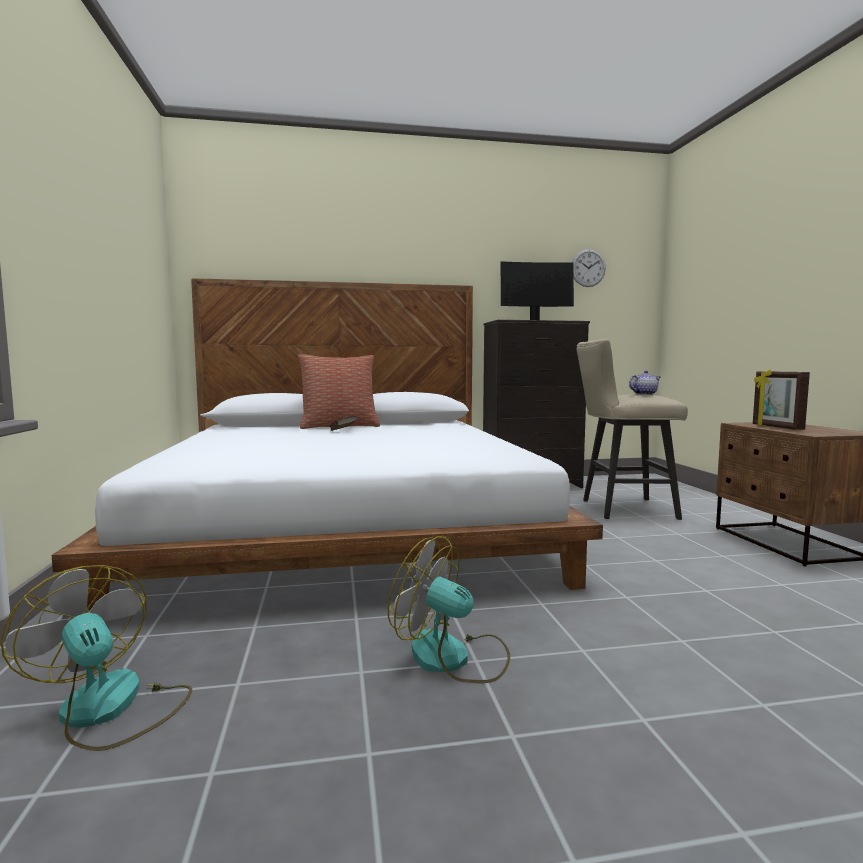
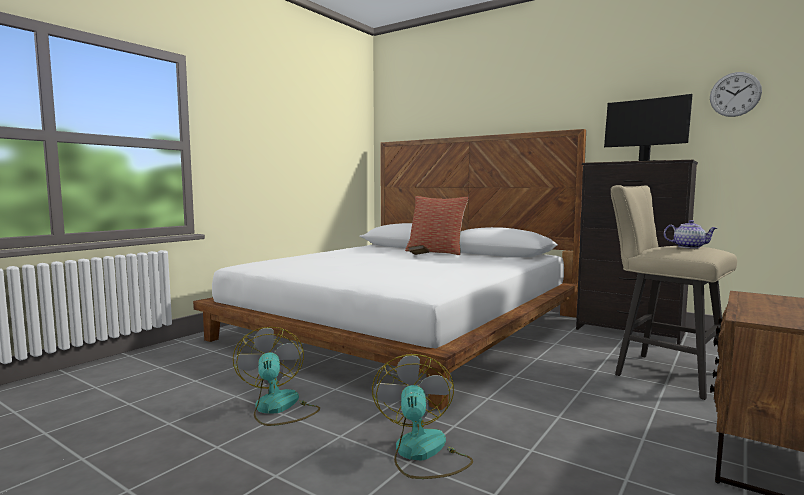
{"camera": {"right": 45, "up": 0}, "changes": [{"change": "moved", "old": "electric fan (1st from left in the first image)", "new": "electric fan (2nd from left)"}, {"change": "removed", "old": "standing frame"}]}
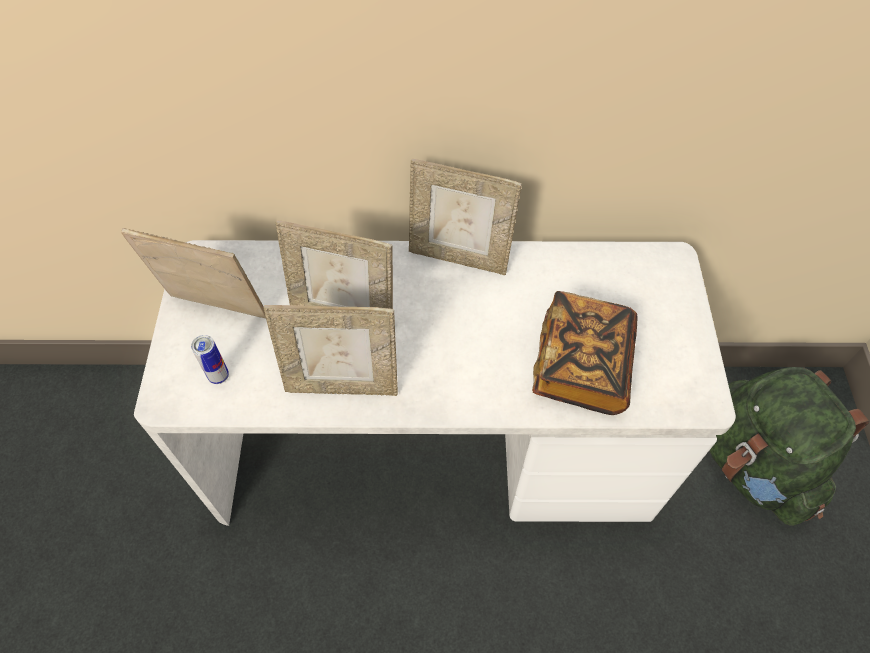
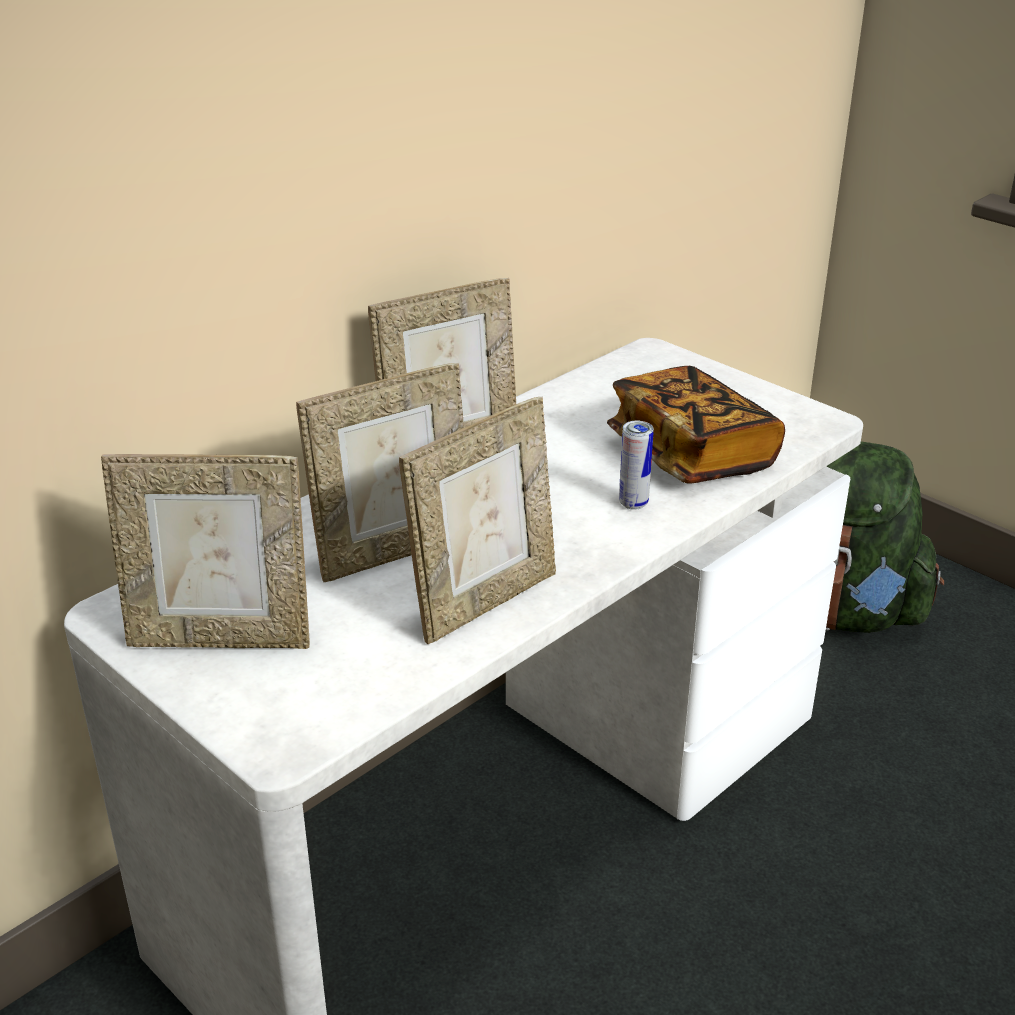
{"camera": {"right": -45, "up": -25}, "changes": [{"change": "turned", "old": "standing frame (1st from left)", "degrees": -150}, {"change": "moved", "old": "sealed can"}]}
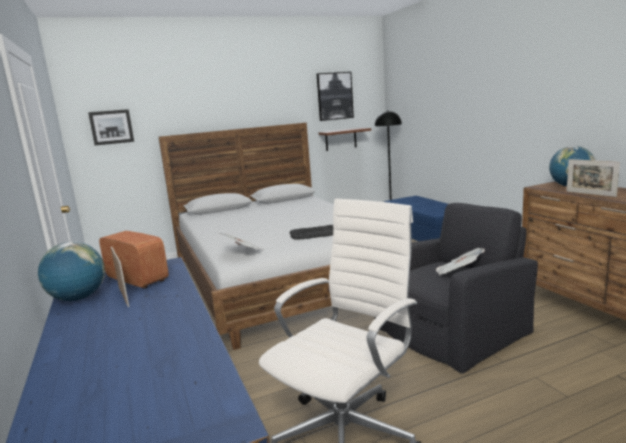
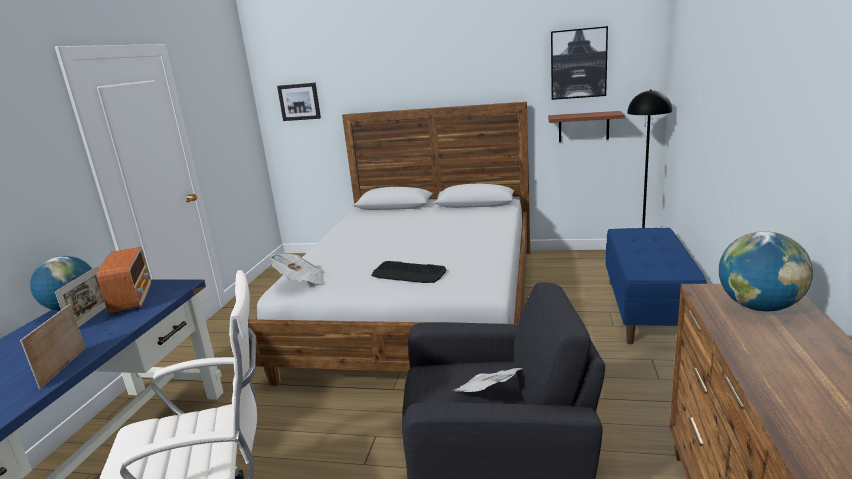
{"camera": {"right": 35, "up": 5}, "changes": [{"change": "moved", "old": "standing frame (2nd from left in the first image)", "new": "standing frame (1st from left)"}]}
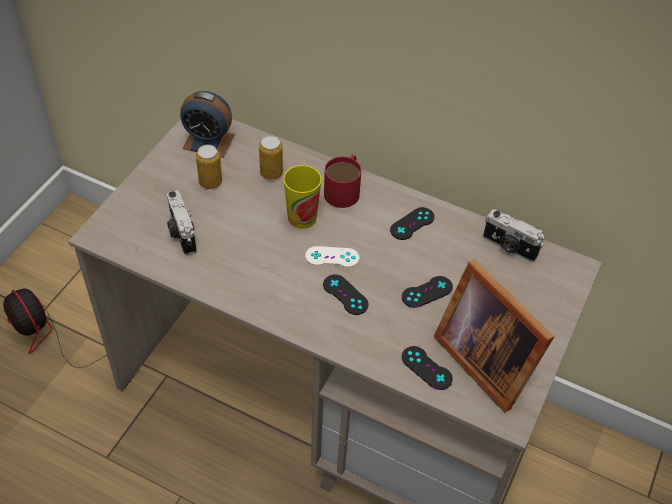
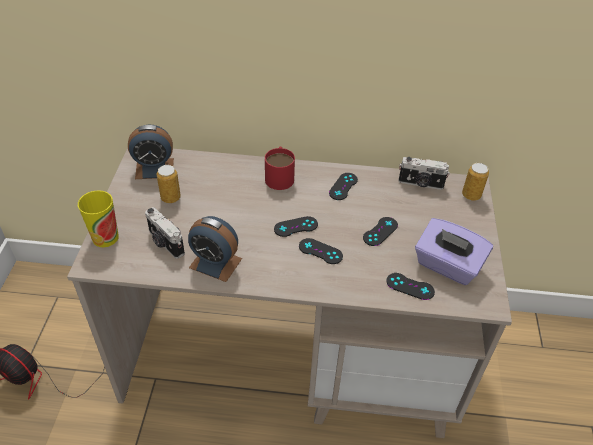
{"camera": {"right": -20, "up": -5}, "changes": [{"change": "moved", "old": "cup"}, {"change": "added", "new": "alarm clock (2nd from left)"}, {"change": "recoloured", "old": "game controller (whitish)", "new": "game controller (blackish) (1st from left)"}, {"change": "replaced", "old": "standing frame", "new": "box of tissues (purple-coloured)"}, {"change": "moved", "old": "sealed can (2nd from left)"}]}
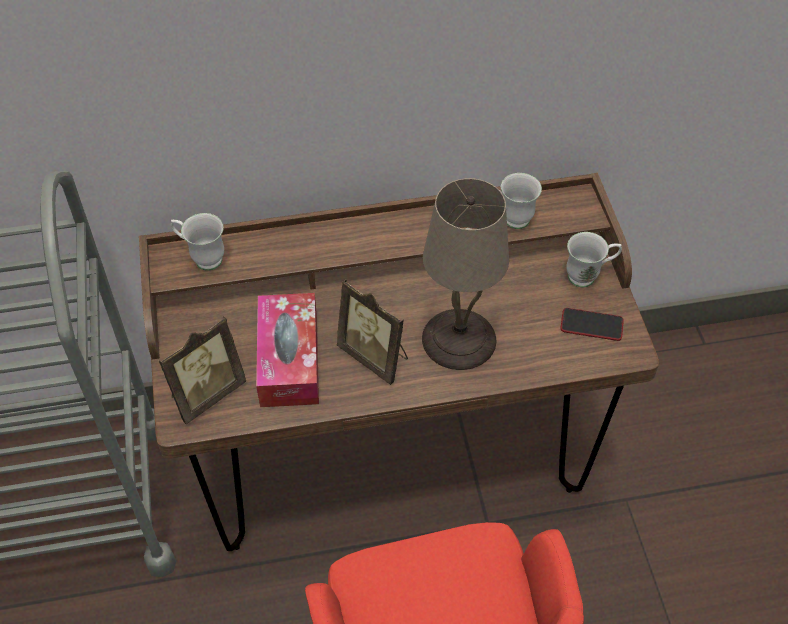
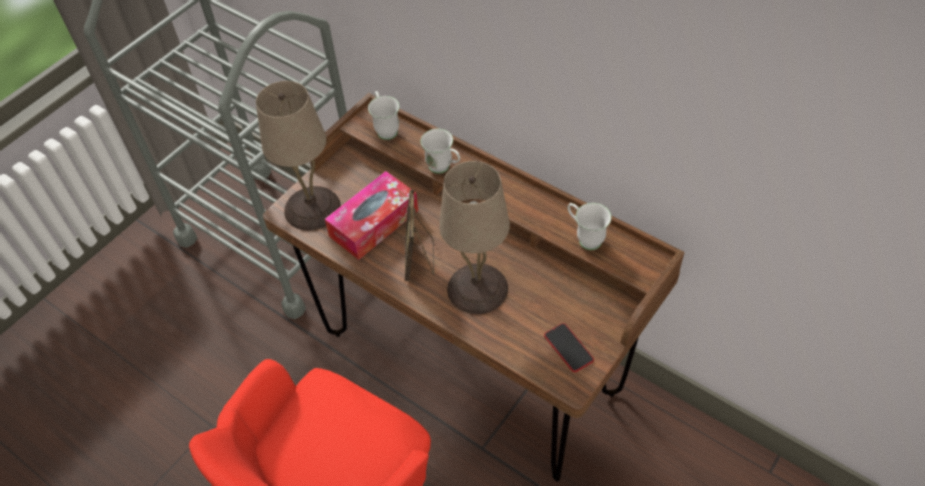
{"camera": {"right": 50, "up": 0}, "changes": [{"change": "replaced", "old": "standing frame (1st from left)", "new": "tabletop lamp (beige-coloured) (1st from left)"}, {"change": "moved", "old": "mug (whitish) (3rd from left in the first image)", "new": "mug (whitish) (2nd from left)"}]}
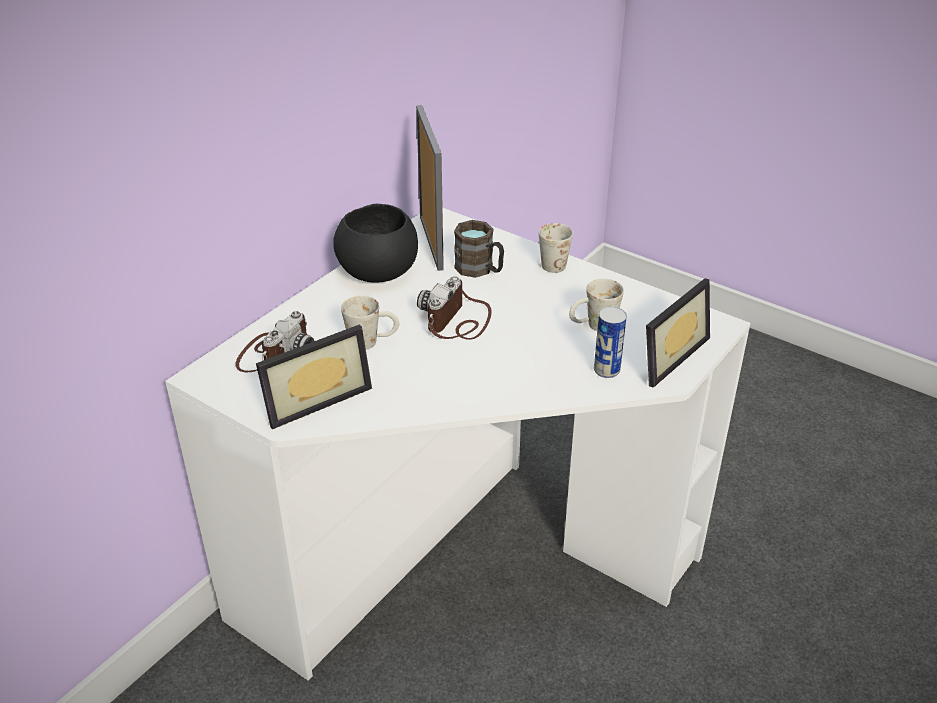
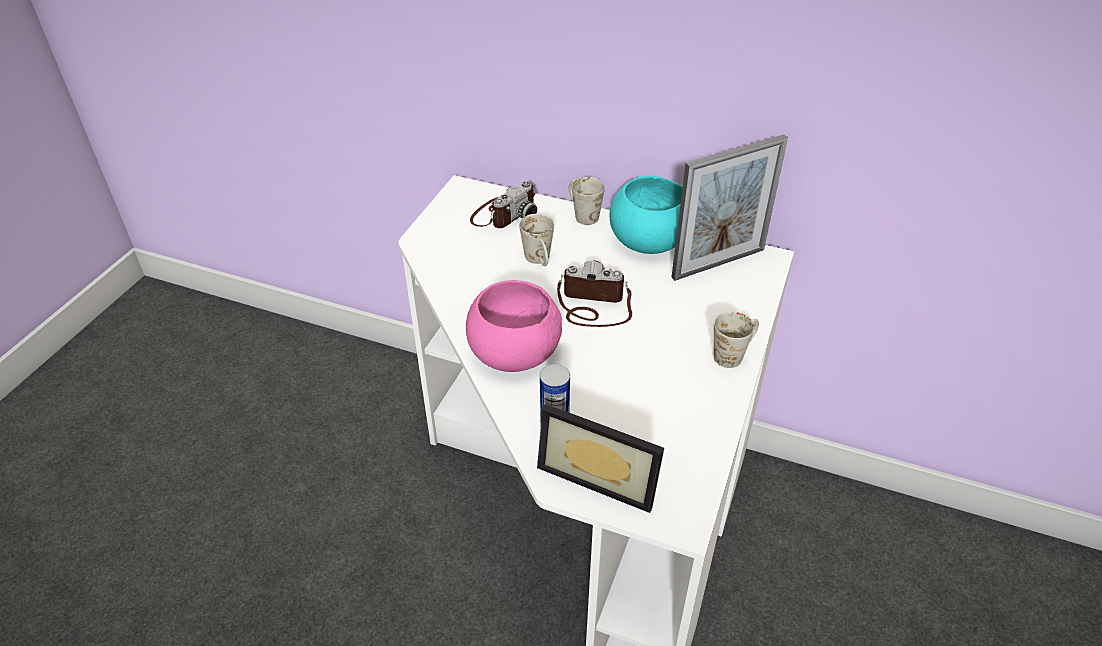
{"camera": {"right": 75, "up": 5}, "changes": [{"change": "added", "new": "deep dish (pinkish)"}, {"change": "turned", "old": "still camera (1st from left)", "degrees": -60}, {"change": "moved", "old": "mug (whitish) (3rd from left in the first image)", "new": "mug (whitish) (2nd from left)"}, {"change": "recoloured", "old": "deep dish (blackish)", "new": "deep dish (blue-green)"}, {"change": "removed", "old": "standing frame (1st from left)"}, {"change": "removed", "old": "mug (brownish)"}]}
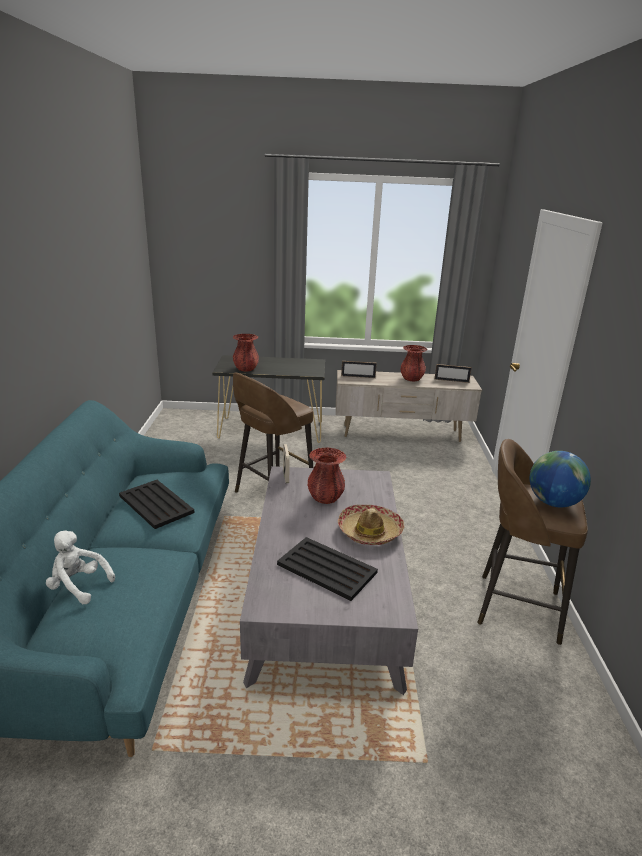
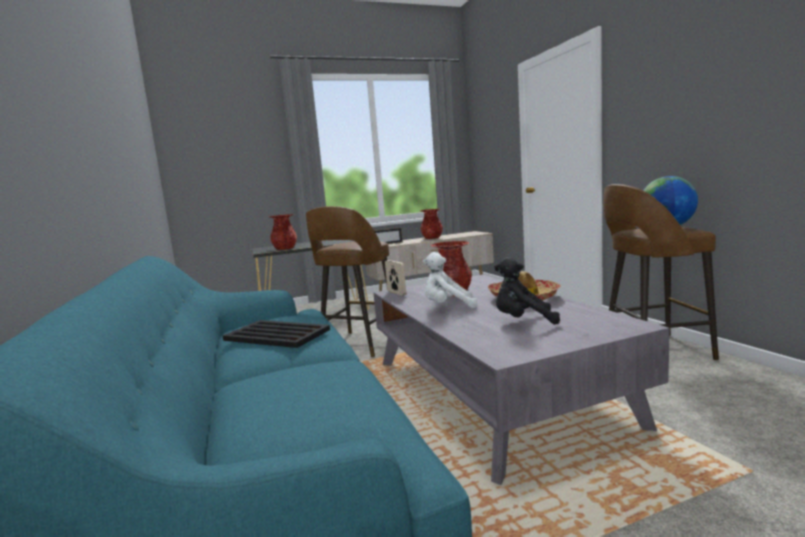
{"camera": {"right": -20, "up": -15}, "changes": [{"change": "moved", "old": "plush toy (whitish)"}, {"change": "replaced", "old": "carrying tray (blackish) (2nd from left)", "new": "plush toy (blackish)"}, {"change": "removed", "old": "standing frame (3rd from left)"}]}
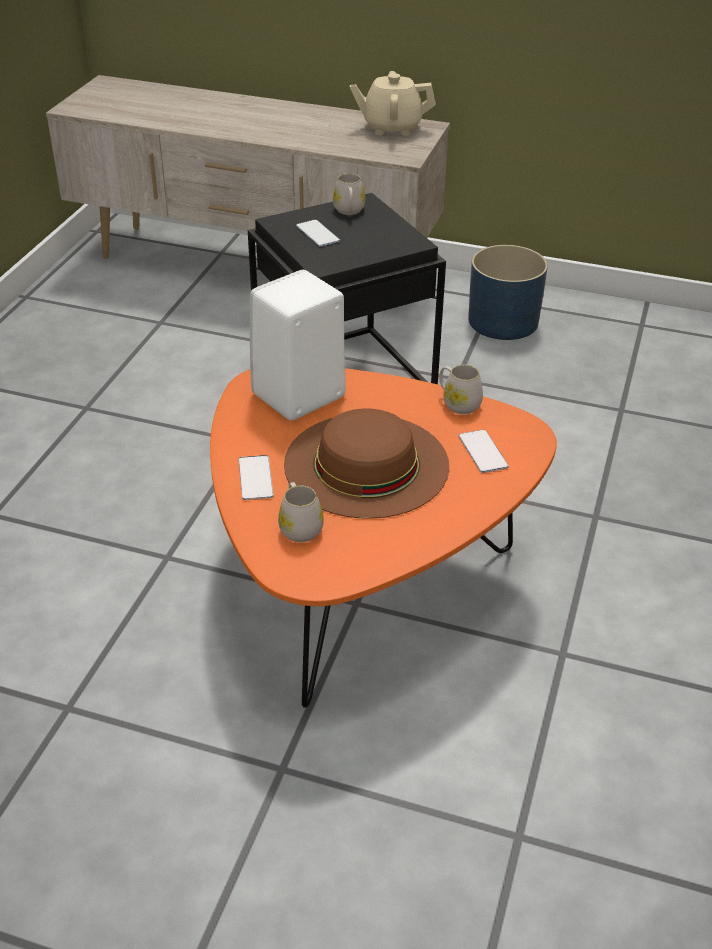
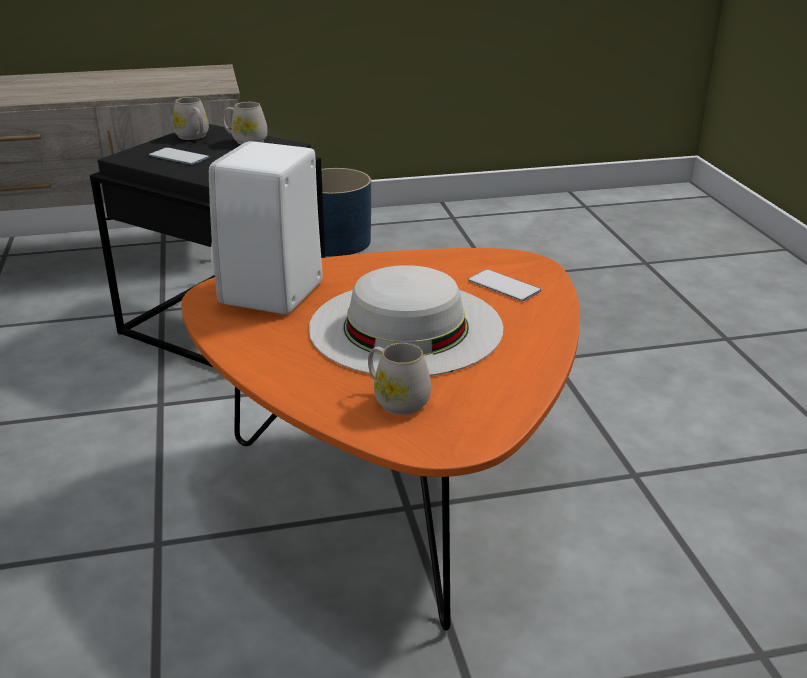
{"camera": {"right": -30, "up": -10}, "changes": [{"change": "moved", "old": "mug (whitish) (3rd from left in the first image)", "new": "mug (whitish) (2nd from left)"}, {"change": "recoloured", "old": "hat (brownish)", "new": "hat (whitish)"}, {"change": "removed", "old": "phone (1st from left)"}, {"change": "removed", "old": "tea pot (beige-coloured)"}]}
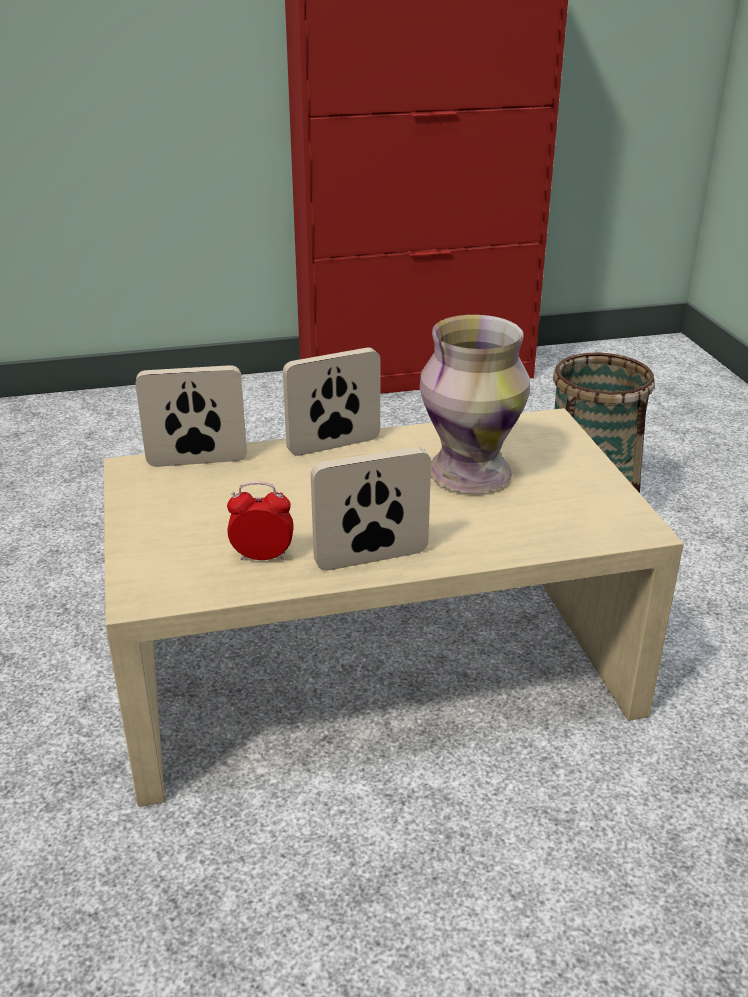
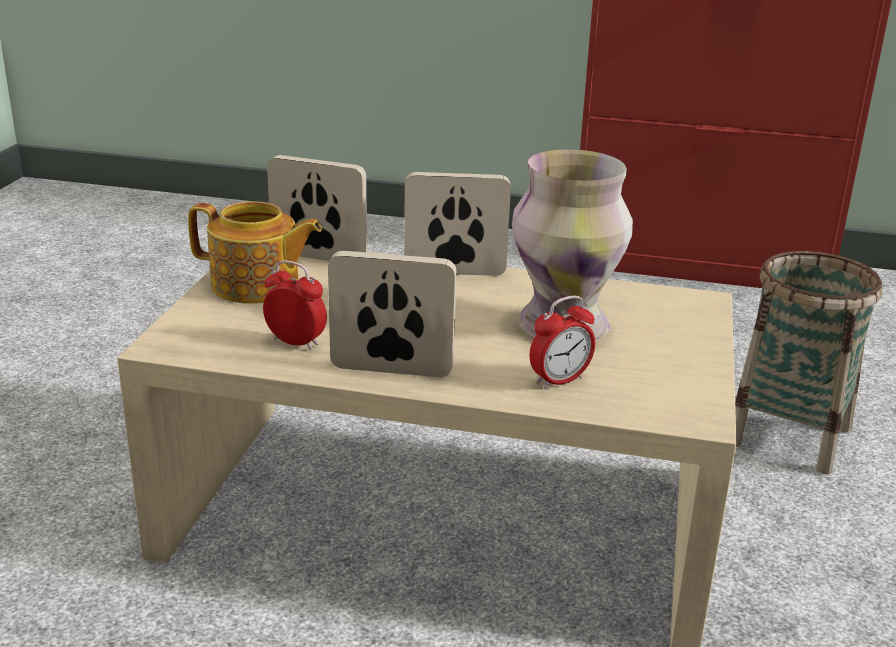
{"camera": {"right": 25, "up": -5}, "changes": [{"change": "added", "new": "tea pot"}, {"change": "added", "new": "alarm clock (2nd from left)"}]}
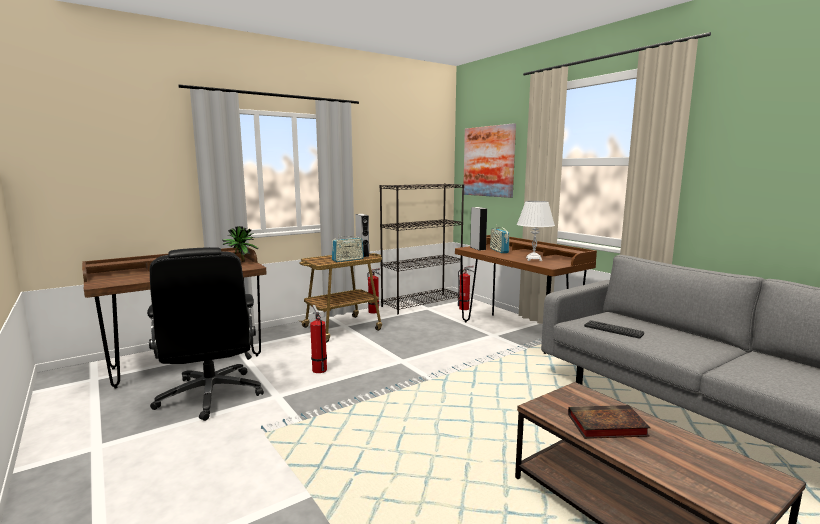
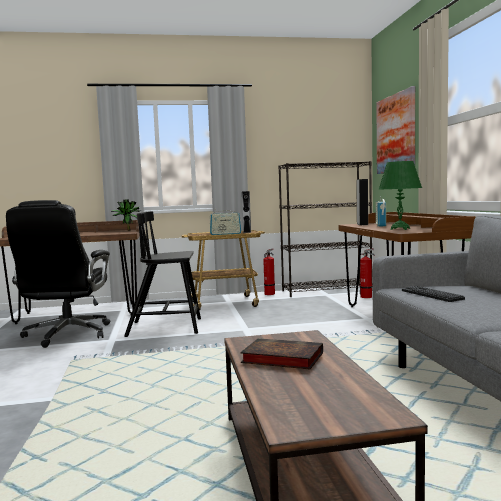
{"camera": {"right": 25, "up": -5}, "changes": [{"change": "replaced", "old": "extinguisher (1st from left)", "new": "chair (blackish)"}, {"change": "recoloured", "old": "tabletop lamp (whitish)", "new": "tabletop lamp (green)"}]}
